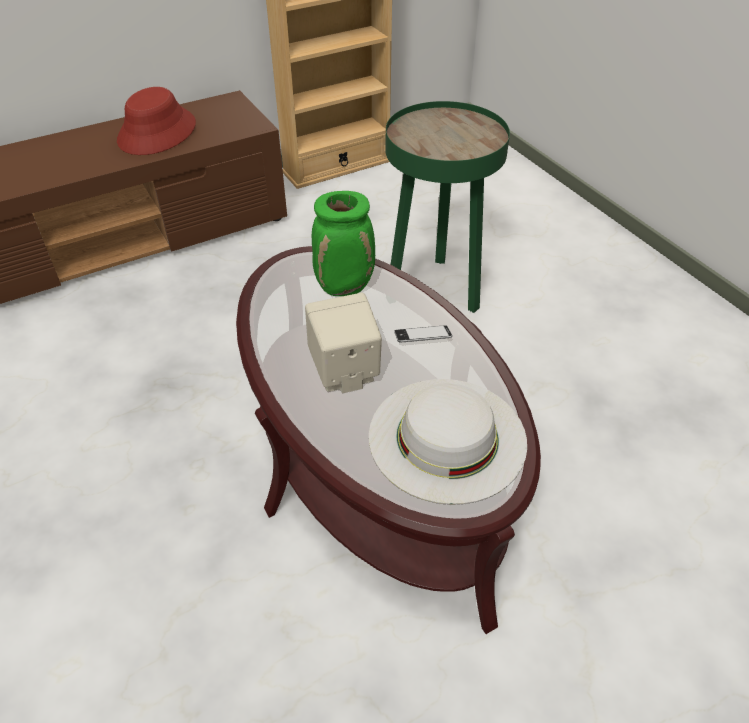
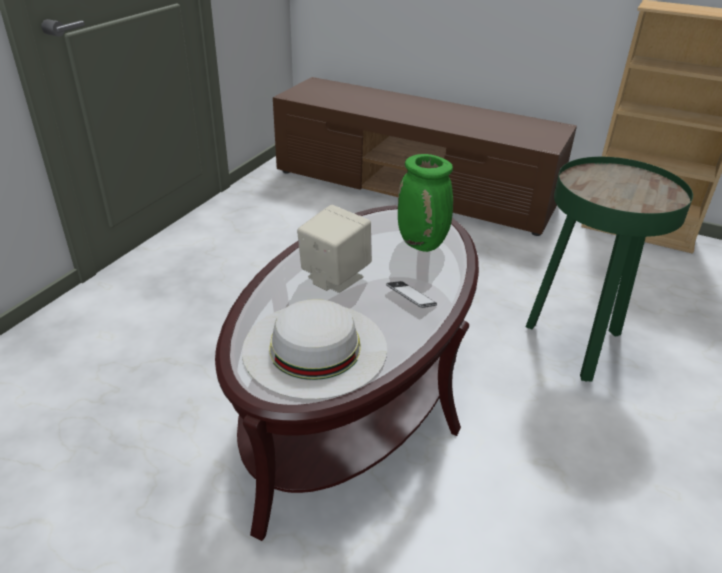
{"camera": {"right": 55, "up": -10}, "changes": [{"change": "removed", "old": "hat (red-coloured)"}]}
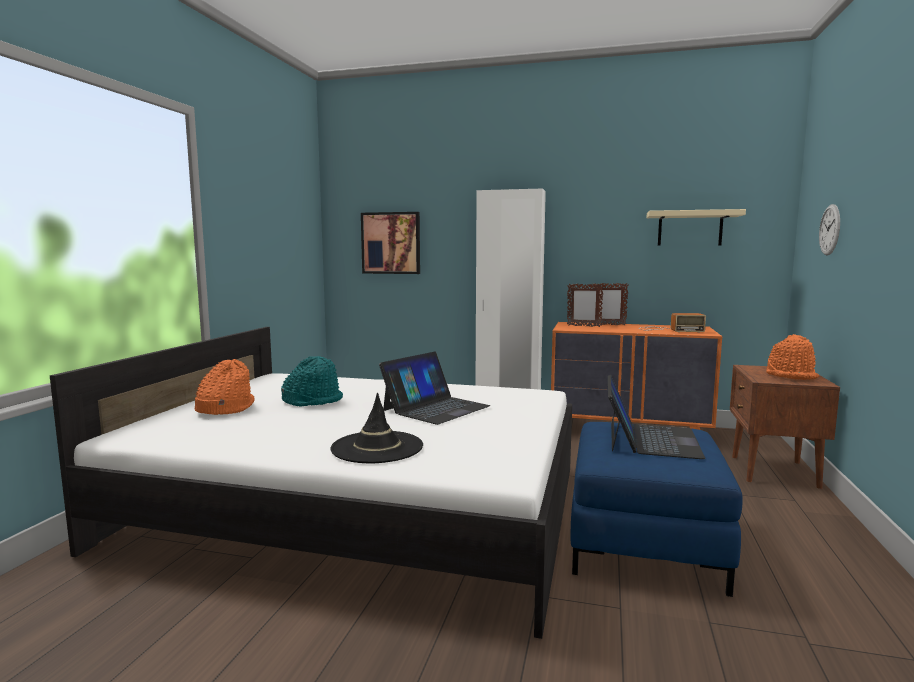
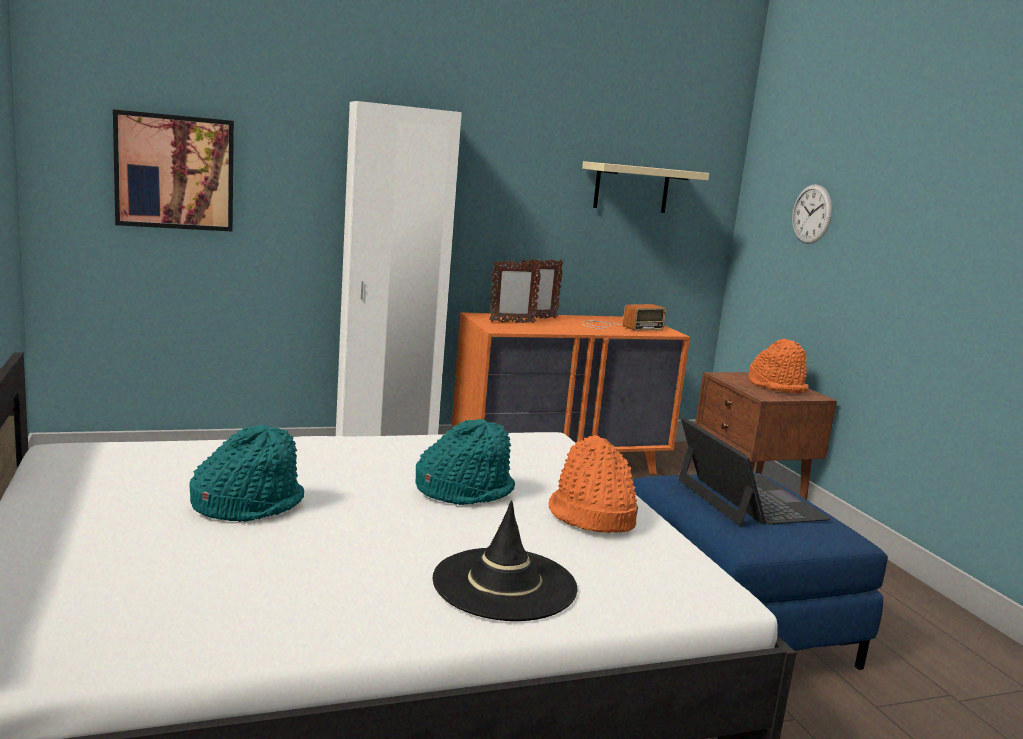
{"camera": {"right": -35, "up": 5}, "changes": [{"change": "replaced", "old": "notebook computer (1st from left)", "new": "hat (blue-green) (2nd from left)"}, {"change": "moved", "old": "hat (orange-coloured) (1st from left)"}]}
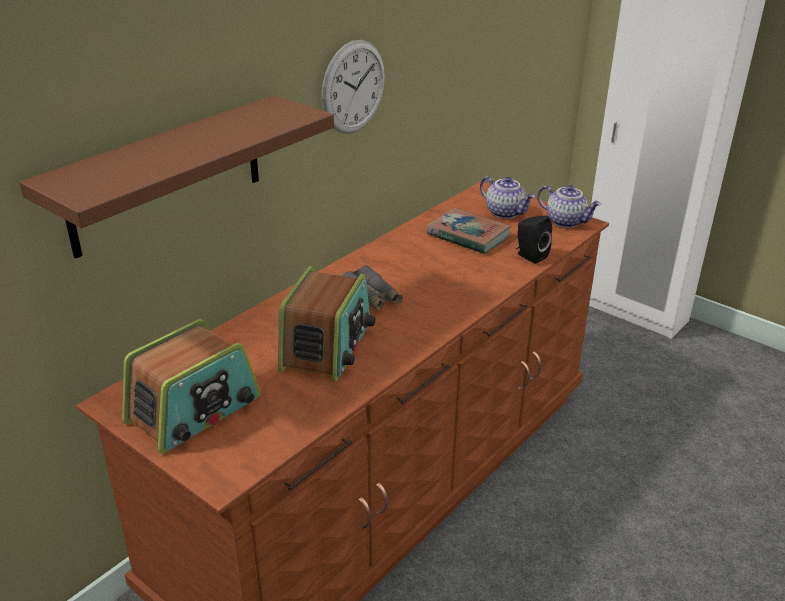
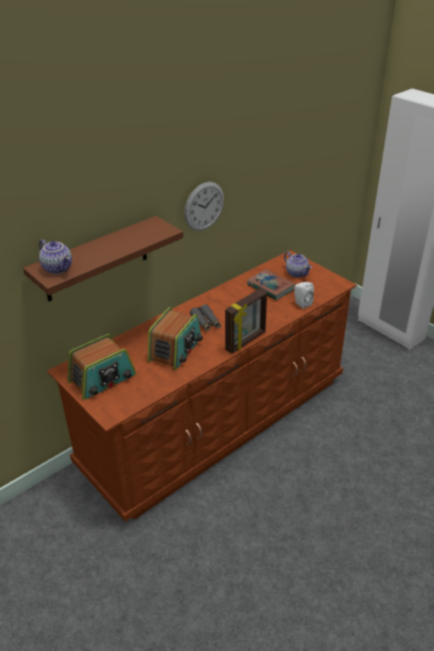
{"camera": {"right": 10, "up": 5}, "changes": [{"change": "moved", "old": "tea pot (2nd from left in the first image)", "new": "tea pot (1st from left)"}, {"change": "added", "new": "standing frame"}, {"change": "recoloured", "old": "audio speaker (blackish)", "new": "audio speaker (whitish)"}]}
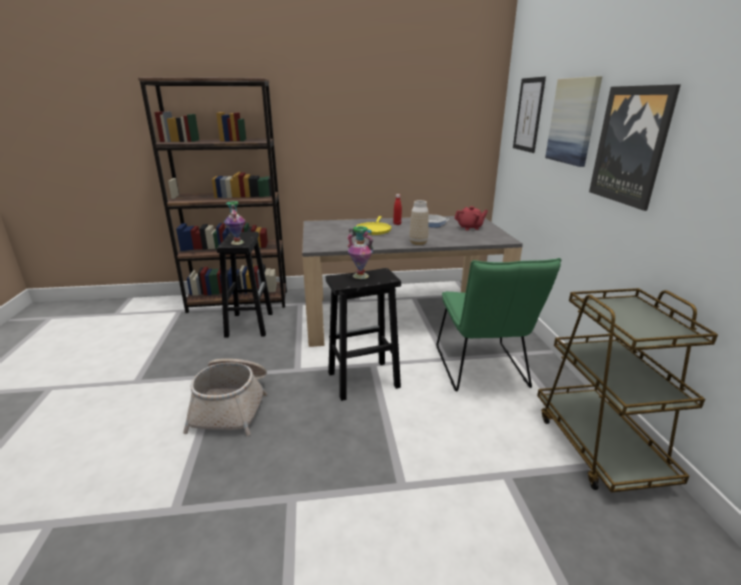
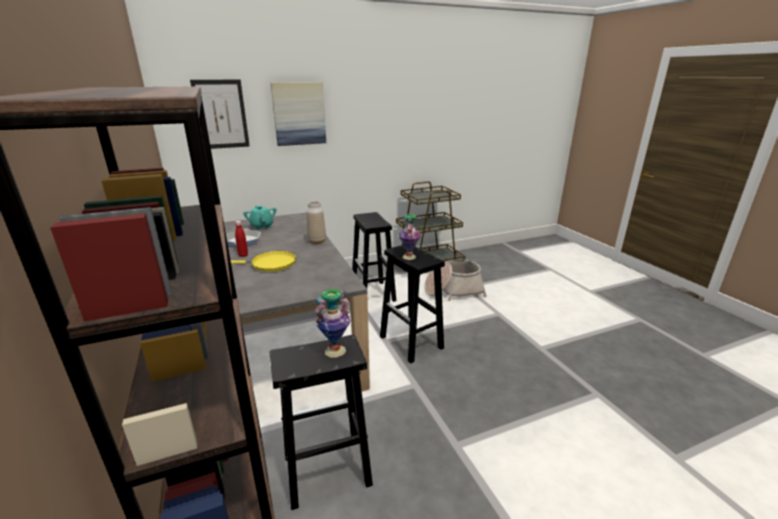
{"camera": {"right": -105, "up": 0}, "changes": [{"change": "recoloured", "old": "tea pot (red-coloured)", "new": "tea pot (blue-green)"}, {"change": "replaced", "old": "chair (green)", "new": "stool (blackish) (2nd from left)"}, {"change": "moved", "old": "basket"}, {"change": "removed", "old": "wall art (3rd from left)"}]}
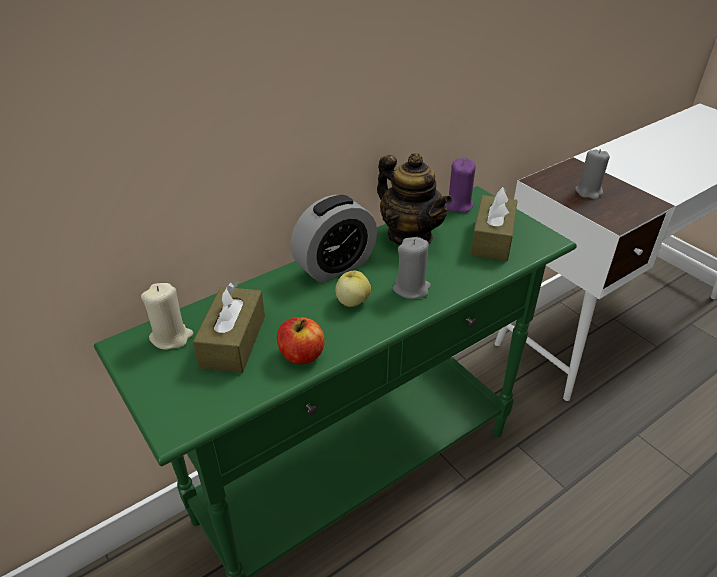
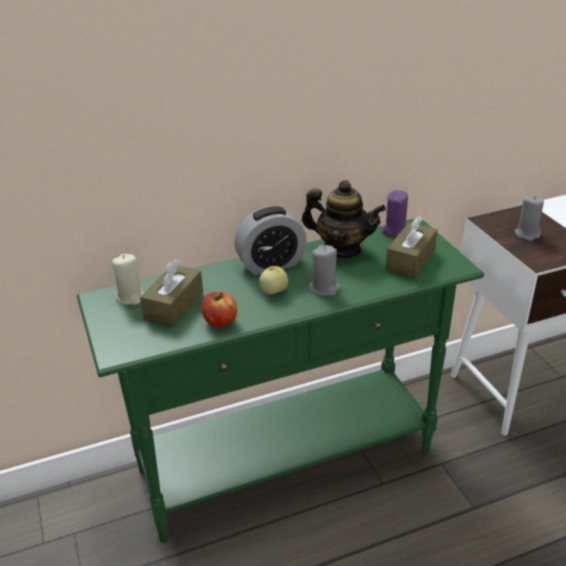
{"camera": {"right": 15, "up": -5}, "changes": [{"change": "turned", "old": "tea pot", "degrees": -45}]}
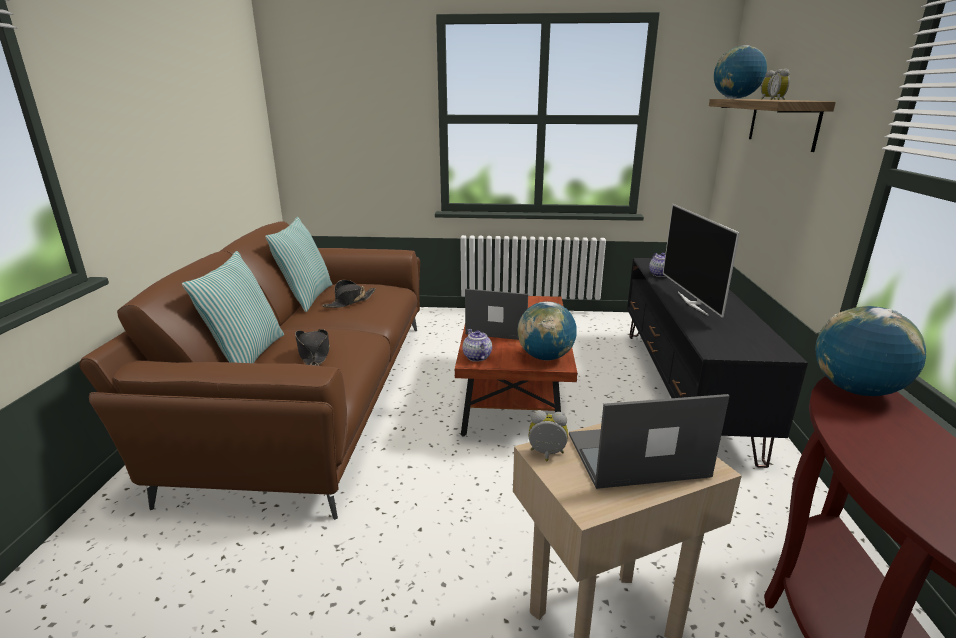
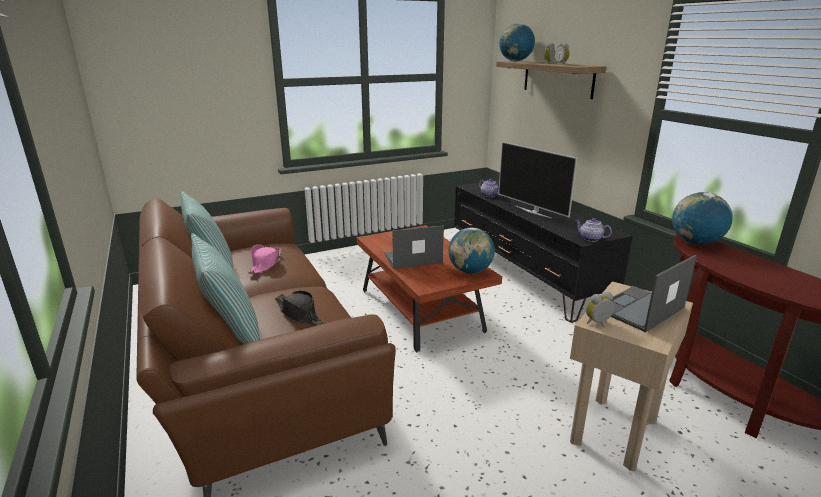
{"camera": {"right": -30, "up": 0}, "changes": [{"change": "recoloured", "old": "hat (blackish) (2nd from left)", "new": "hat (pinkish)"}, {"change": "moved", "old": "tea pot (1st from left in the first image)", "new": "tea pot (2nd from left)"}]}
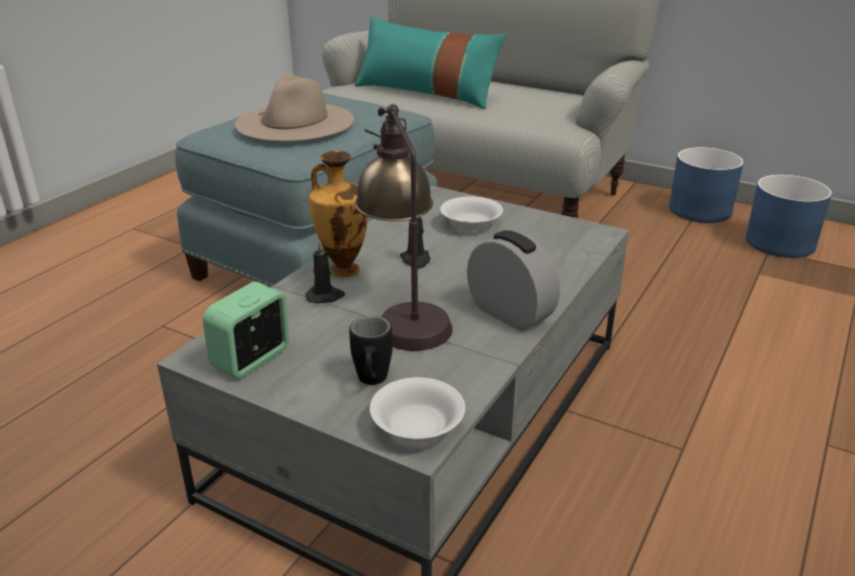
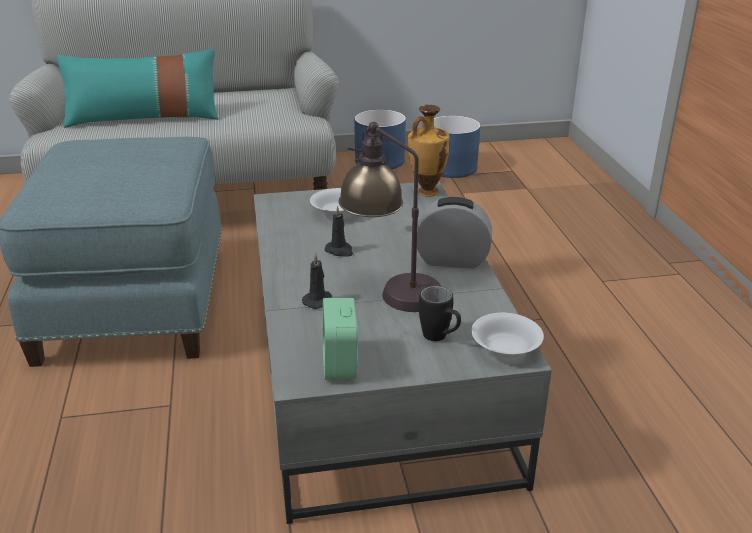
{"camera": {"right": -40, "up": 0}, "changes": [{"change": "moved", "old": "decorative vase"}, {"change": "removed", "old": "hat (beige-coloured)"}]}
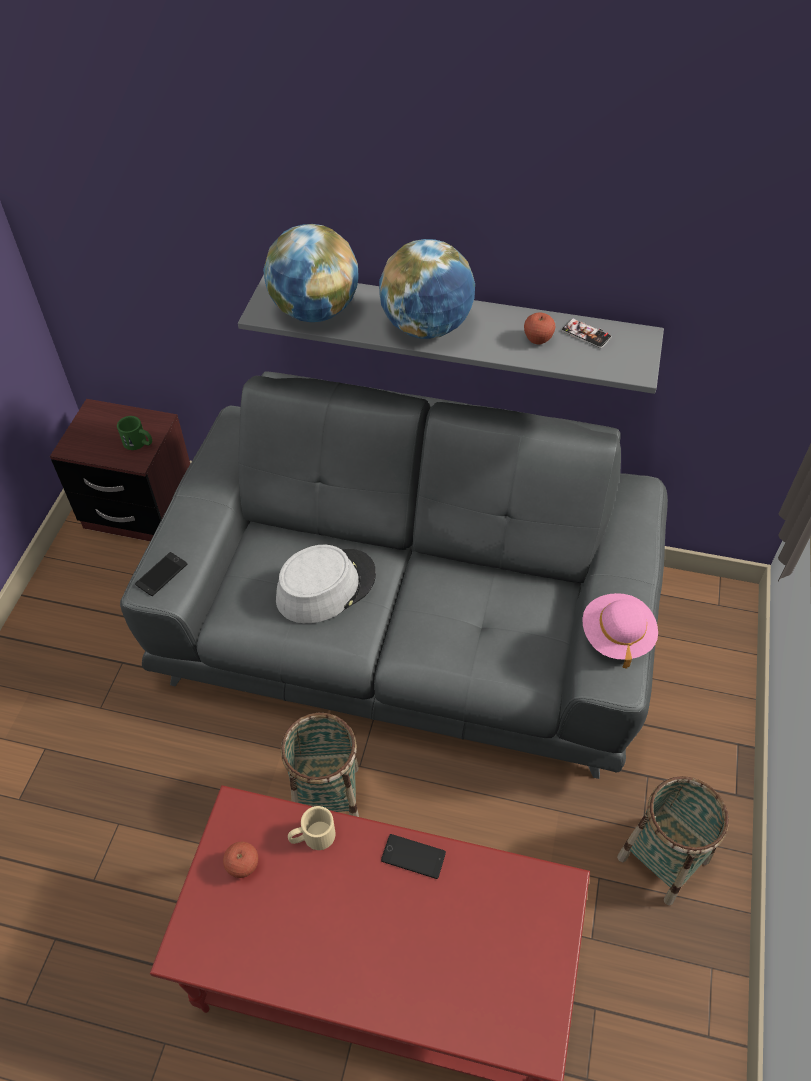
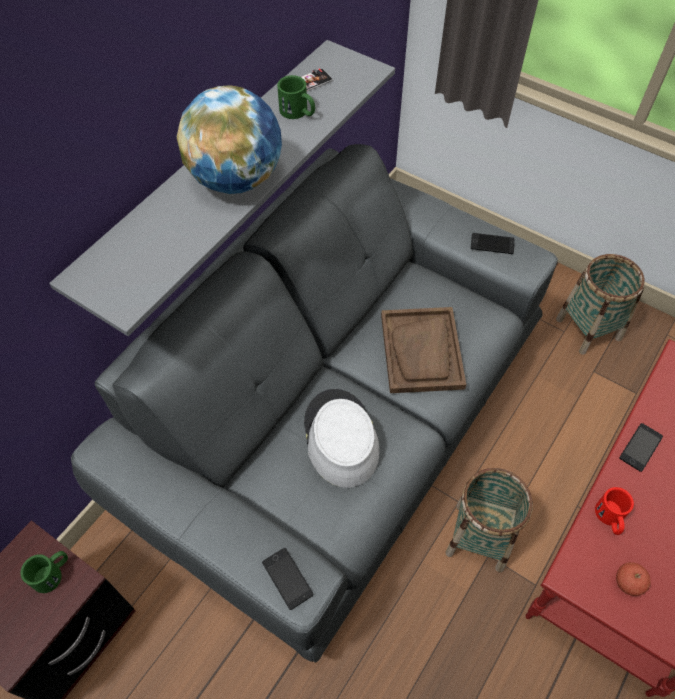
{"camera": {"right": -70, "up": 5}, "changes": [{"change": "replaced", "old": "apple (2nd from left)", "new": "mug (green) (2nd from left)"}, {"change": "added", "new": "carrying tray (brownish)"}, {"change": "replaced", "old": "hat (pinkish)", "new": "phone (3rd from left)"}, {"change": "recoloured", "old": "mug (beige-coloured)", "new": "mug (red-coloured)"}, {"change": "removed", "old": "world globe (1st from left)"}]}
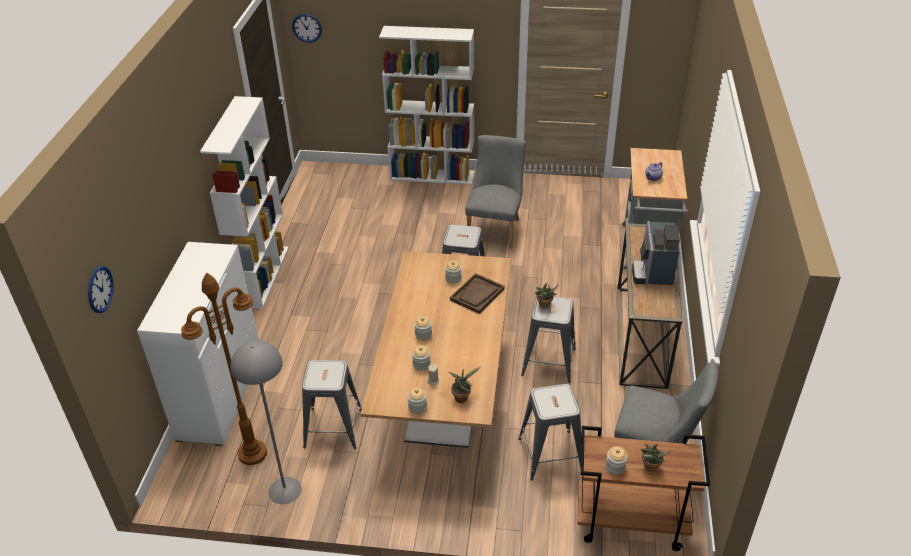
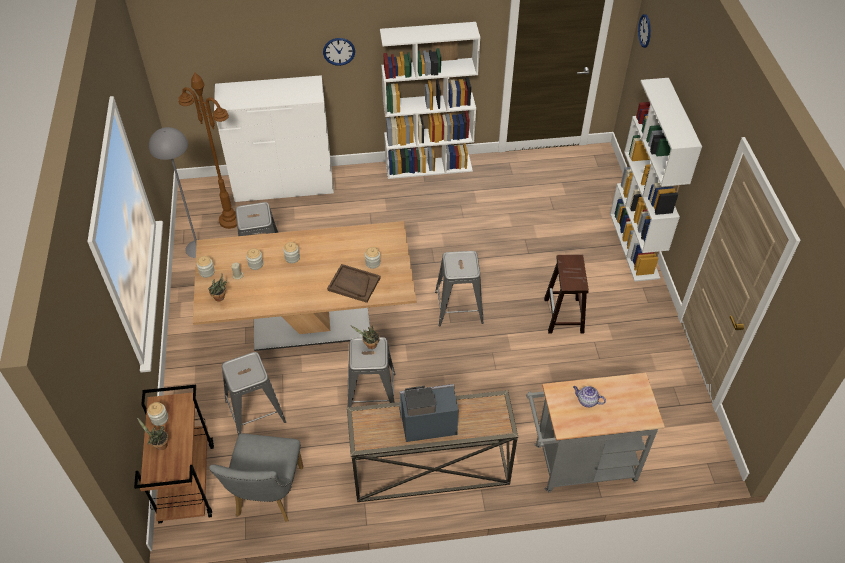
{"camera": {"right": 75, "up": 10}, "changes": [{"change": "moved", "old": "clock on the wall (1st from left)"}, {"change": "replaced", "old": "chair (grey) (1st from left)", "new": "stool (brownish)"}]}
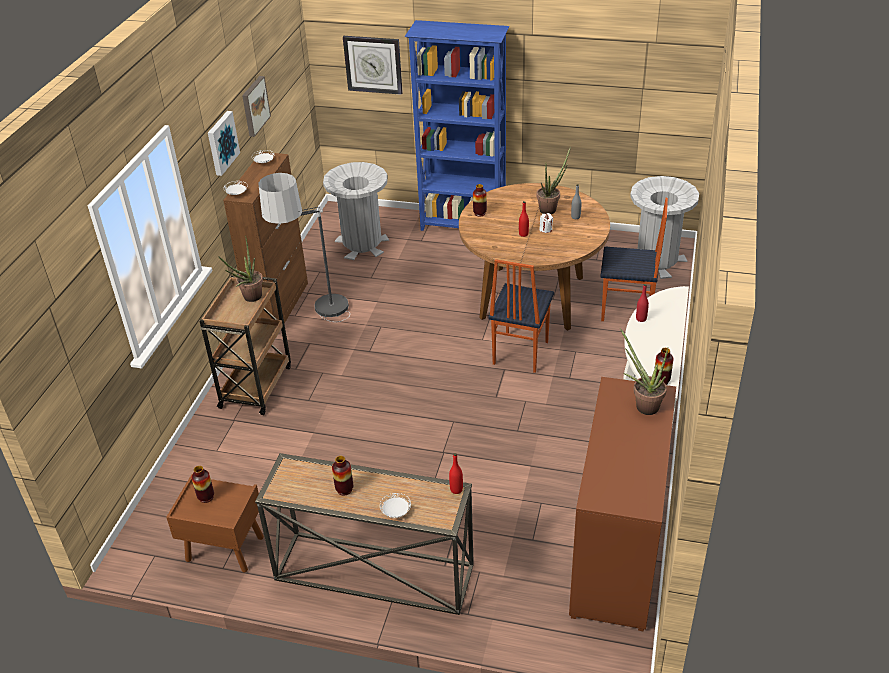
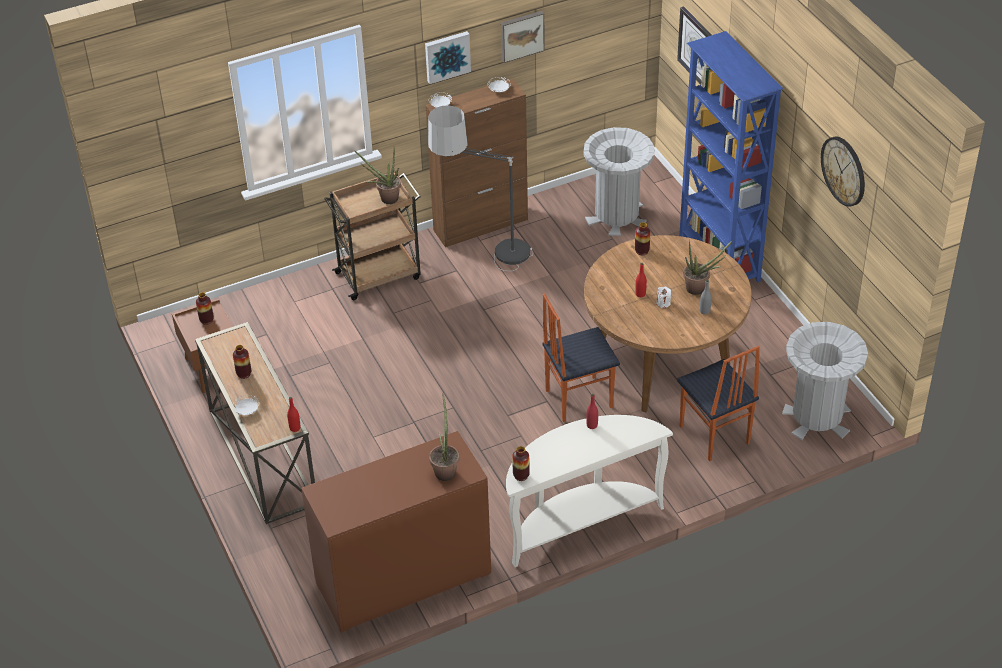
{"camera": {"right": 50, "up": 5}, "changes": [{"change": "added", "new": "clock on the wall (2nd from left)"}]}
